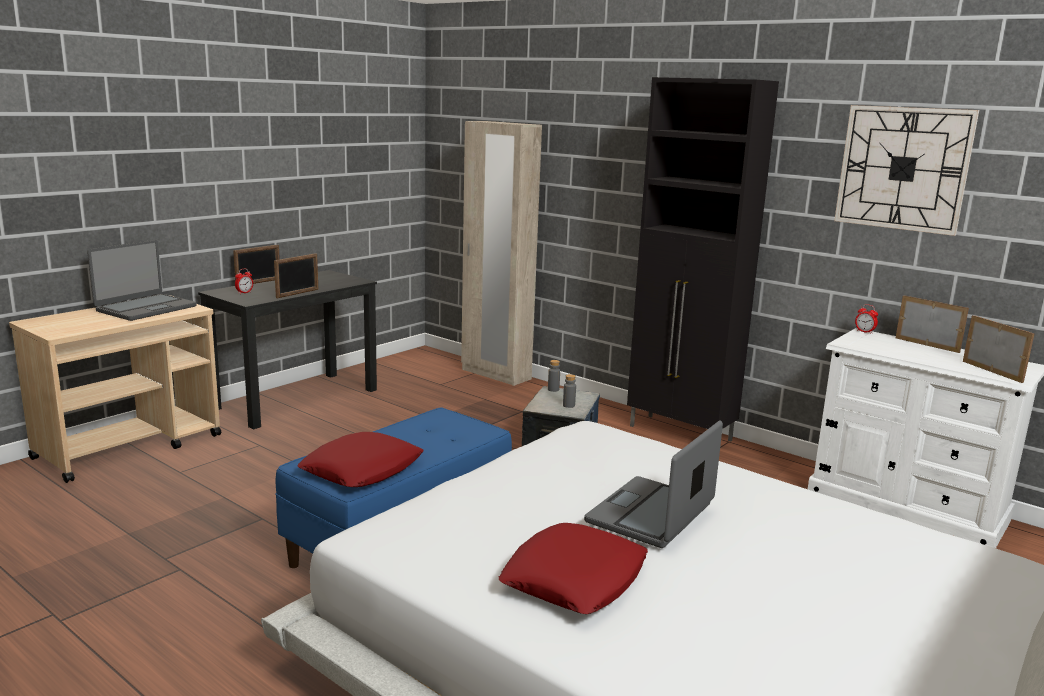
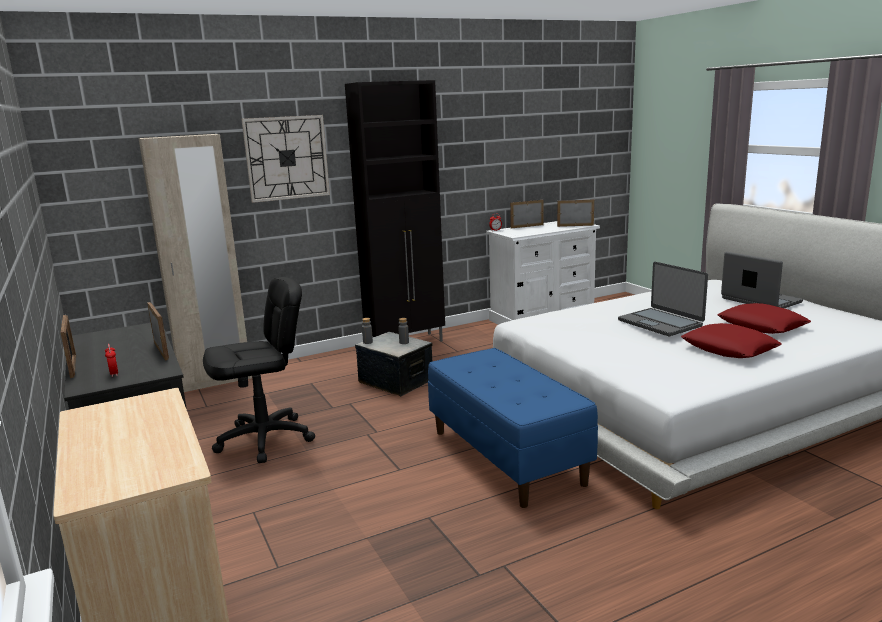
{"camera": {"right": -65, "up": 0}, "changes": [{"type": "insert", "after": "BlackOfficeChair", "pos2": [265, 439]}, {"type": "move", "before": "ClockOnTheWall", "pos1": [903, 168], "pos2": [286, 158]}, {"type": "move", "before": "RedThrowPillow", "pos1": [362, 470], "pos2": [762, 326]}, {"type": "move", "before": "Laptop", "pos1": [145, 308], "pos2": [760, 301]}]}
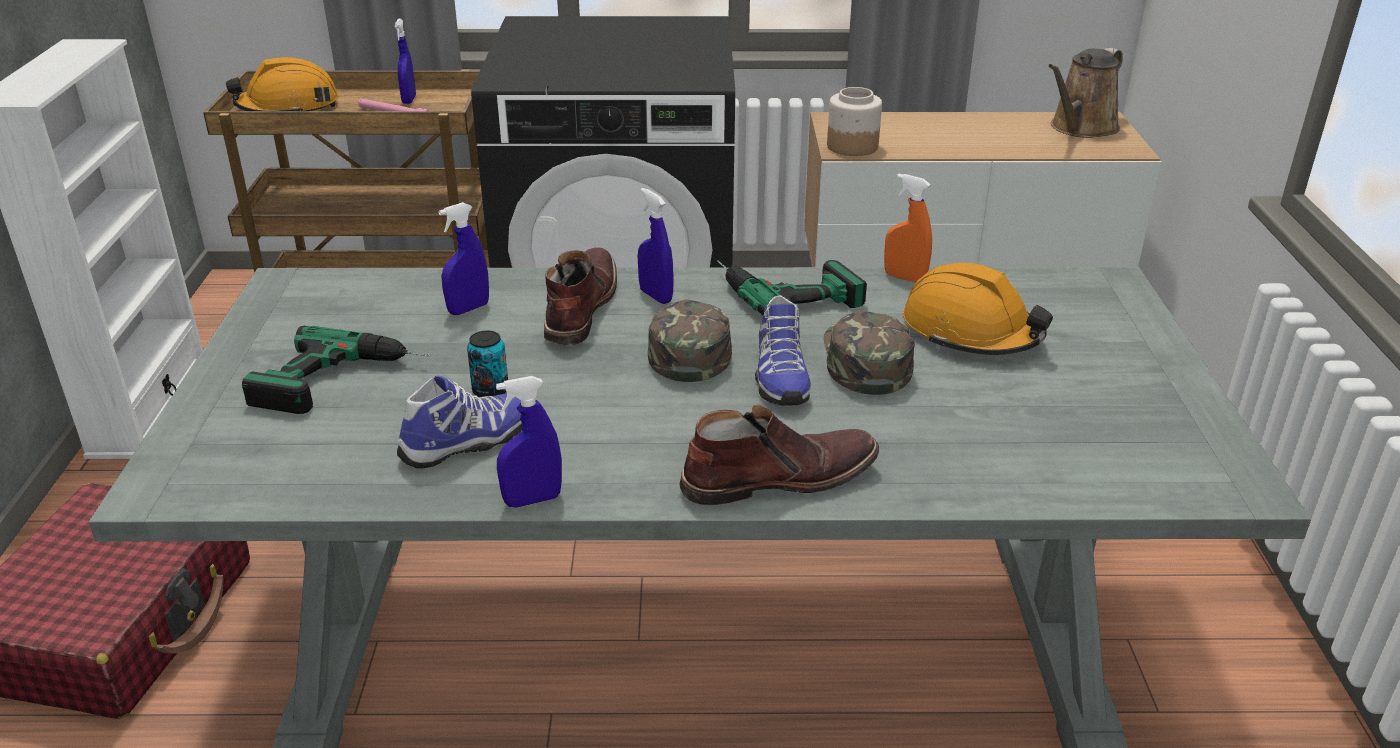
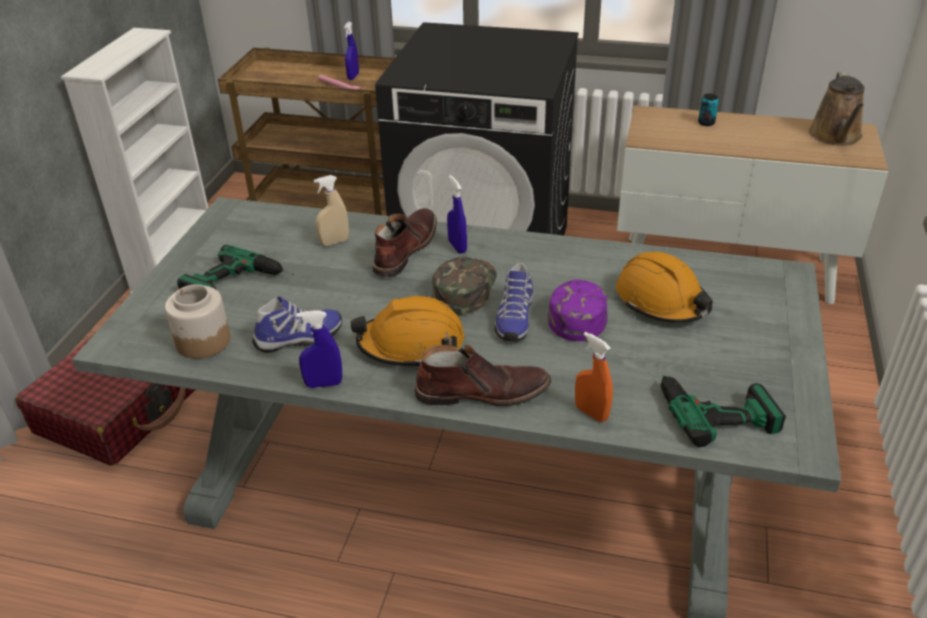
{"camera": {"right": 15, "up": 5}, "changes": [{"type": "move", "before": "PreserveJar", "pos1": [851, 146], "pos2": [203, 341]}, {"type": "recolor", "before": "BlueSprayBottle", "after": "BeigeColouredSprayBottle", "pos1": [468, 309], "pos2": [334, 242]}, {"type": "move", "before": "OrangeColouredWorkHelmet", "pos1": [288, 107], "pos2": [411, 344]}, {"type": "recolor", "before": "GreenBaseballCap", "after": "PurplishBaseballCap", "pos1": [864, 359], "pos2": [577, 312]}, {"type": "move", "before": "OrangeColouredSprayBottle", "pos1": [904, 278], "pos2": [591, 413]}, {"type": "move", "before": "Drill", "pos1": [784, 290], "pos2": [710, 403]}, {"type": "move", "before": "SealedCan", "pos1": [490, 391], "pos2": [706, 123]}, {"type": "rotate", "before": "BrownishWateringPot", "pos1": [1080, 128], "pos2": [836, 137], "turn": -45}]}
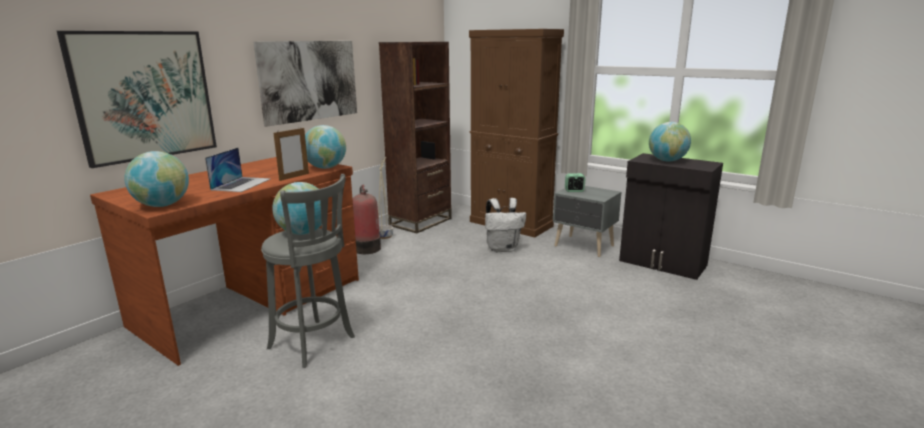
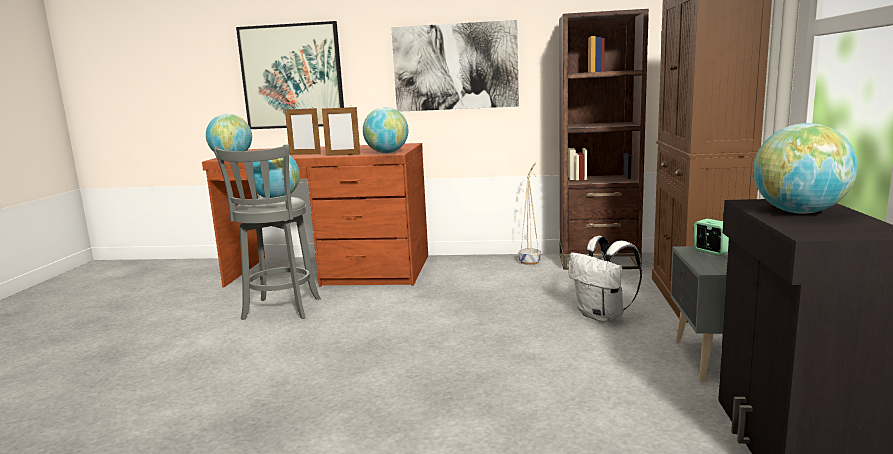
{"camera": {"right": 60, "up": -5}, "changes": [{"type": "replace", "before": "Laptop", "after": "StandingFrame", "pos1": [241, 184], "pos2": [305, 154]}, {"type": "delete", "before": "FireExtinguisher", "pos1": [367, 248]}]}
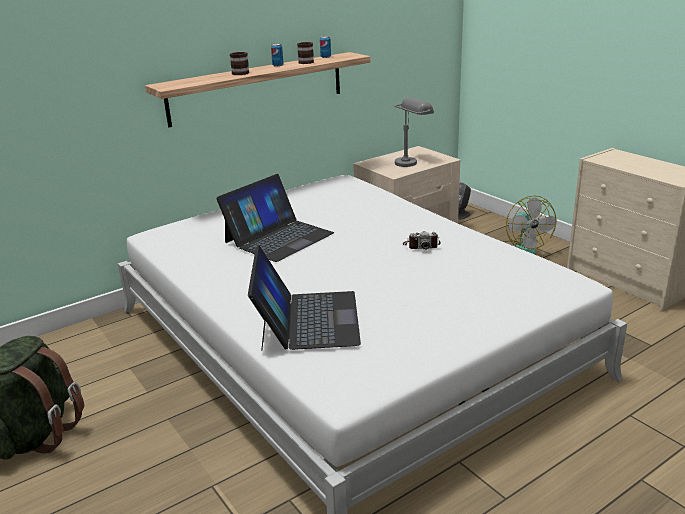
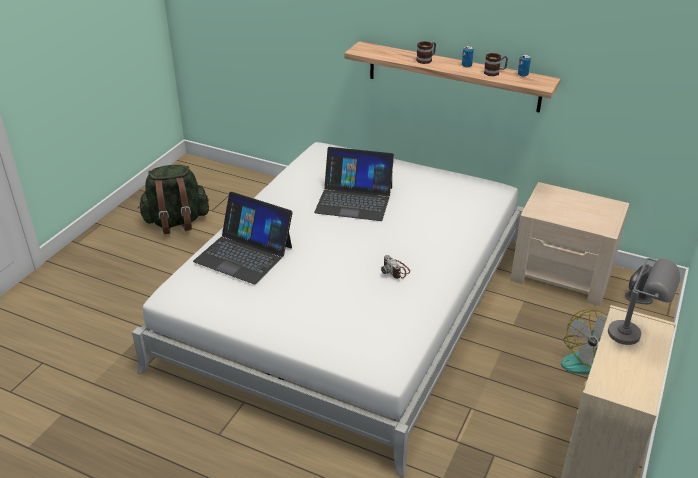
{"camera": {"right": 60, "up": 10}, "changes": [{"type": "rotate", "before": "Laptop", "pos1": [307, 320], "pos2": [244, 254], "turn": 60}, {"type": "move", "before": "GrayLampForATable", "pos1": [411, 161], "pos2": [635, 337]}]}
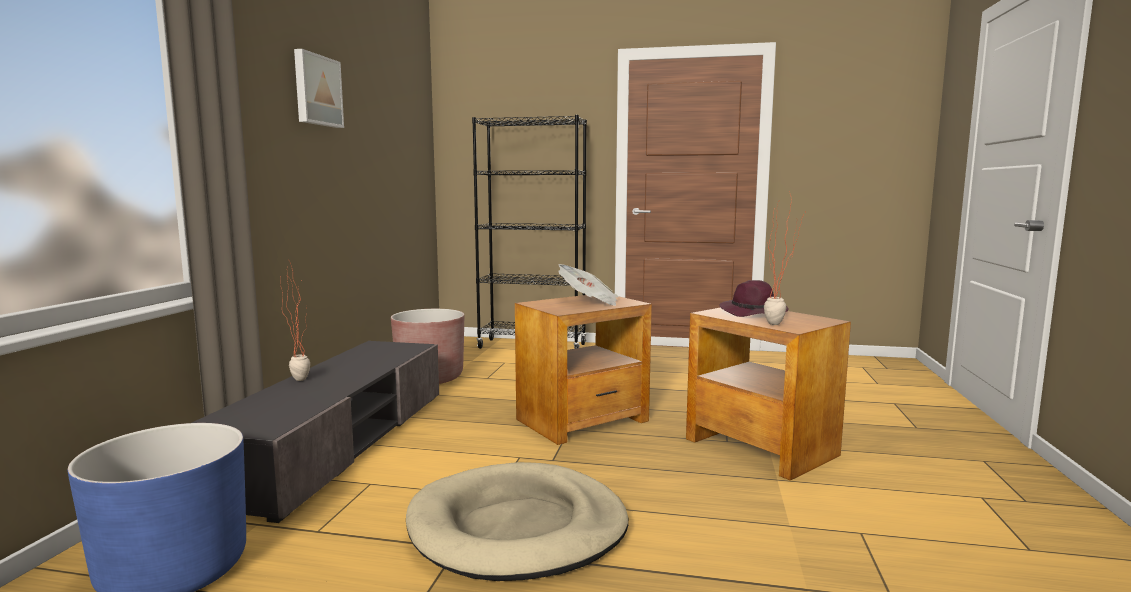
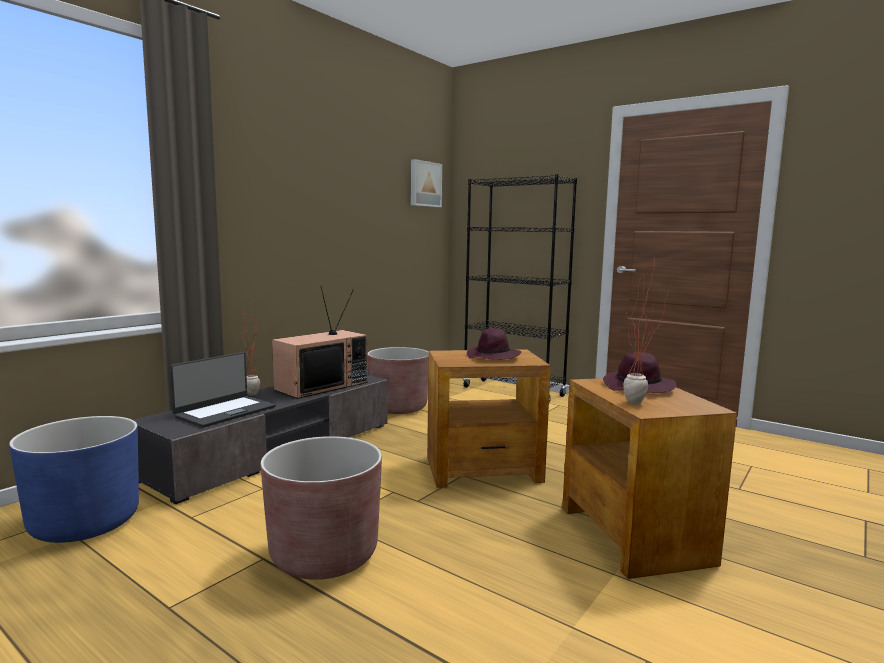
{"camera": {"right": 25, "up": 0}, "changes": [{"type": "insert", "after": "Laptop", "pos2": [225, 411]}, {"type": "replace", "before": "BeigeColouredDogBed", "after": "BrownishPlanter", "pos1": [518, 528], "pos2": [324, 555]}, {"type": "insert", "after": "Television", "pos2": [322, 385]}, {"type": "move", "before": "WallPicture", "pos1": [316, 90], "pos2": [424, 184]}, {"type": "replace", "before": "Newspaper", "after": "PurplishWearableHat", "pos1": [589, 302], "pos2": [493, 357]}]}
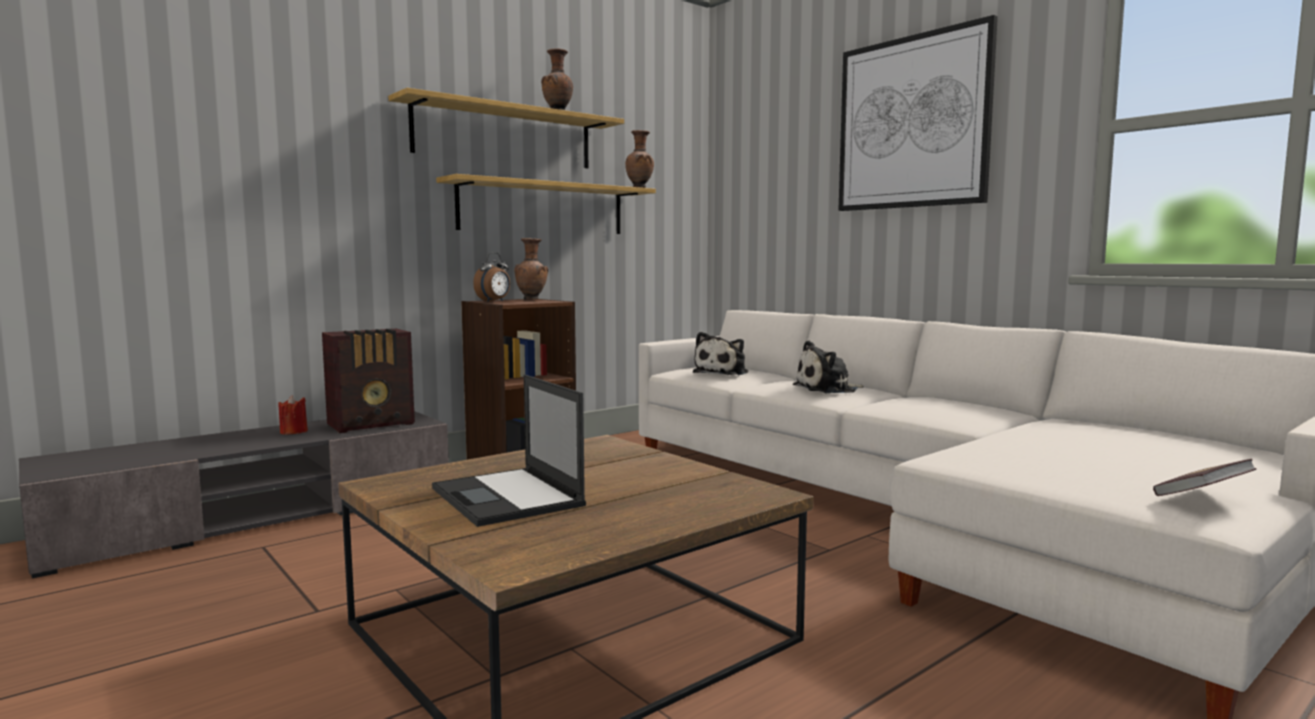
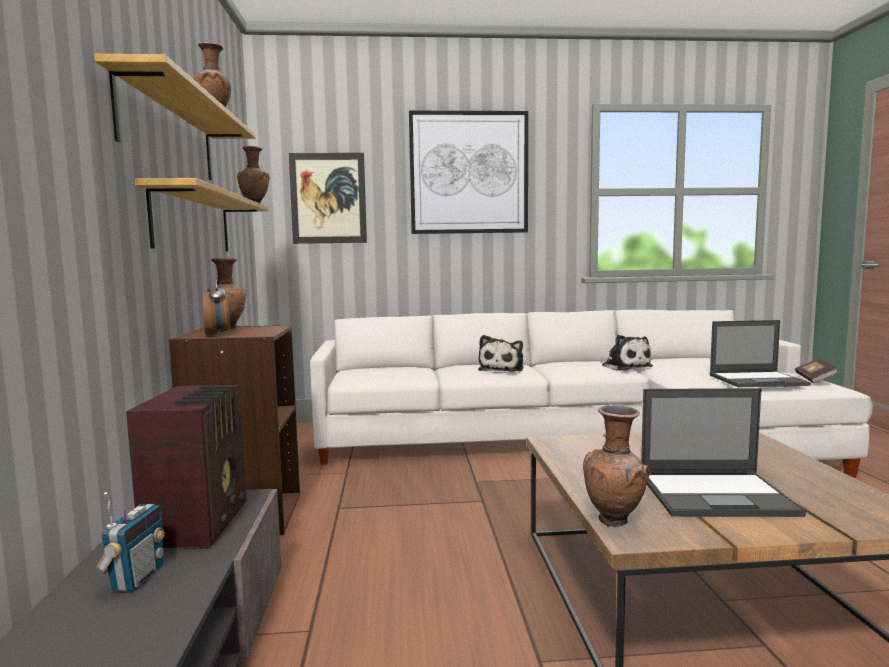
{"camera": {"right": -55, "up": 0}, "changes": [{"type": "replace", "before": "RedCandle", "after": "RadioSet", "pos1": [294, 432], "pos2": [137, 578]}, {"type": "insert", "after": "WallPicture", "pos2": [328, 198]}, {"type": "insert", "after": "BrownishDecorativeVase", "pos2": [615, 521]}, {"type": "move", "before": "PlushToy", "pos1": [723, 373], "pos2": [625, 366]}, {"type": "insert", "after": "Laptop", "pos2": [758, 380]}]}
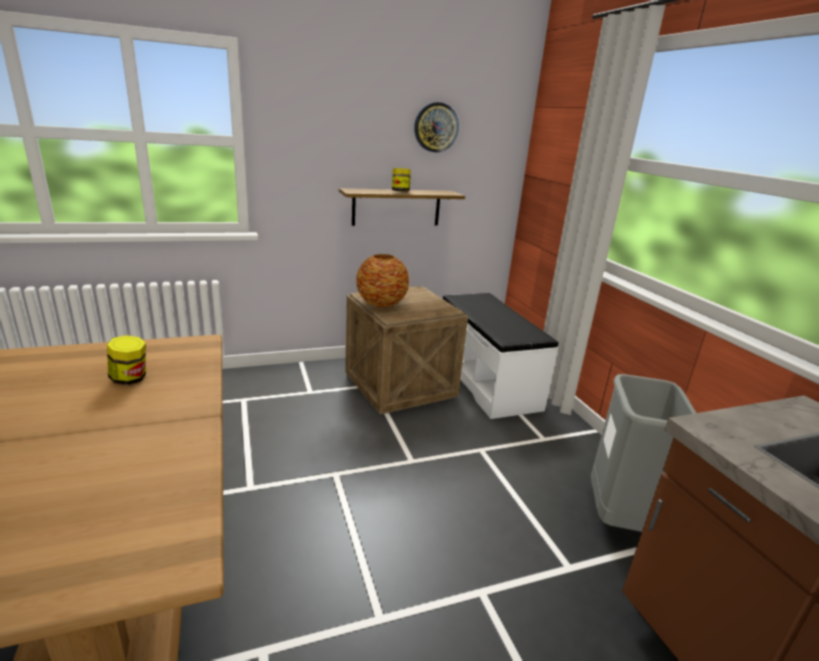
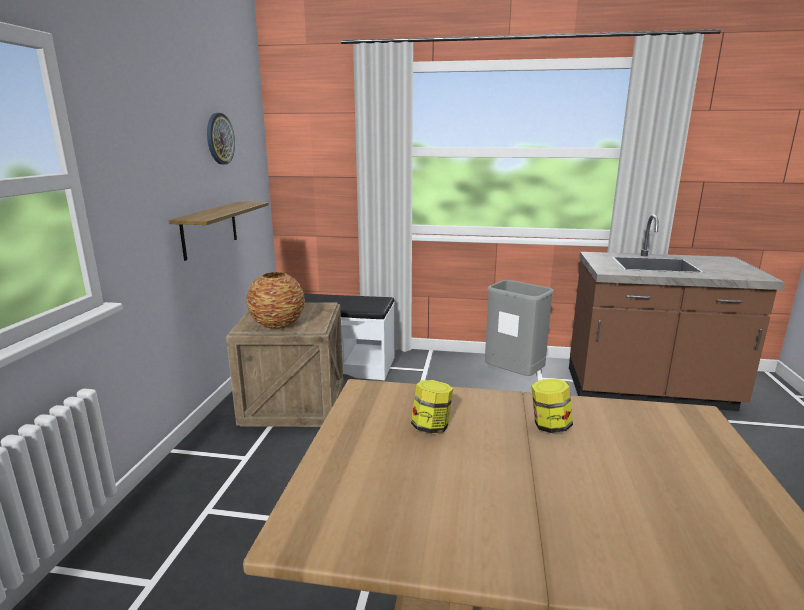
{"camera": {"right": -60, "up": -5}, "changes": [{"type": "move", "before": "PreserveJar", "pos1": [400, 191], "pos2": [549, 426]}]}
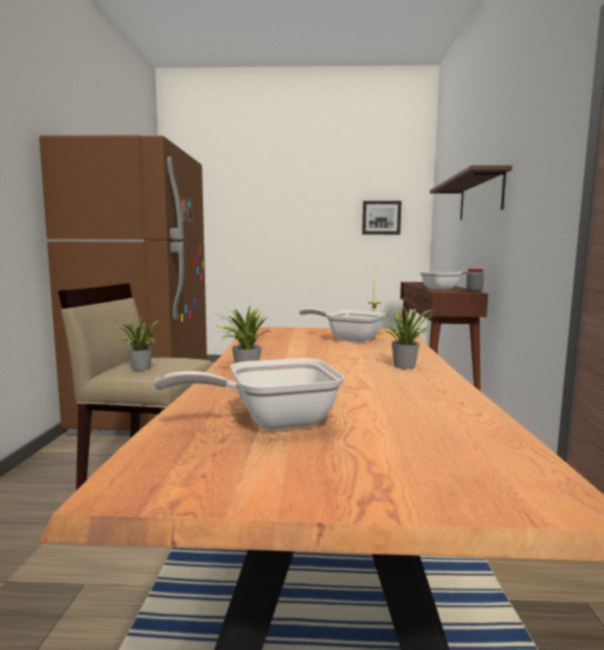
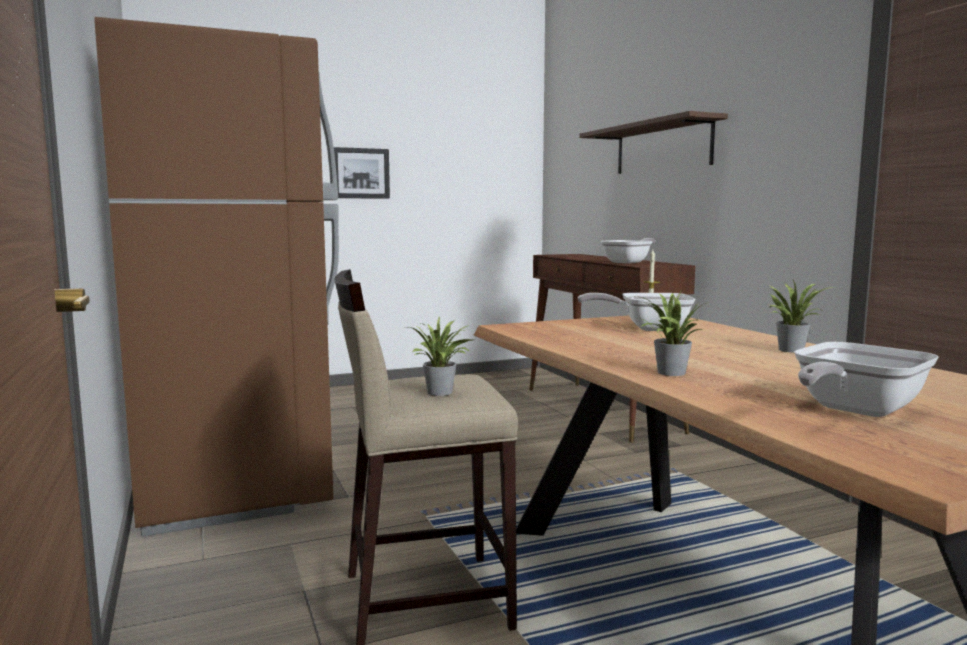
{"camera": {"right": -25, "up": 0}, "changes": [{"type": "move", "before": "WallPicture", "pos1": [381, 217], "pos2": [360, 173]}, {"type": "delete", "before": "PreserveJar", "pos1": [474, 292]}]}
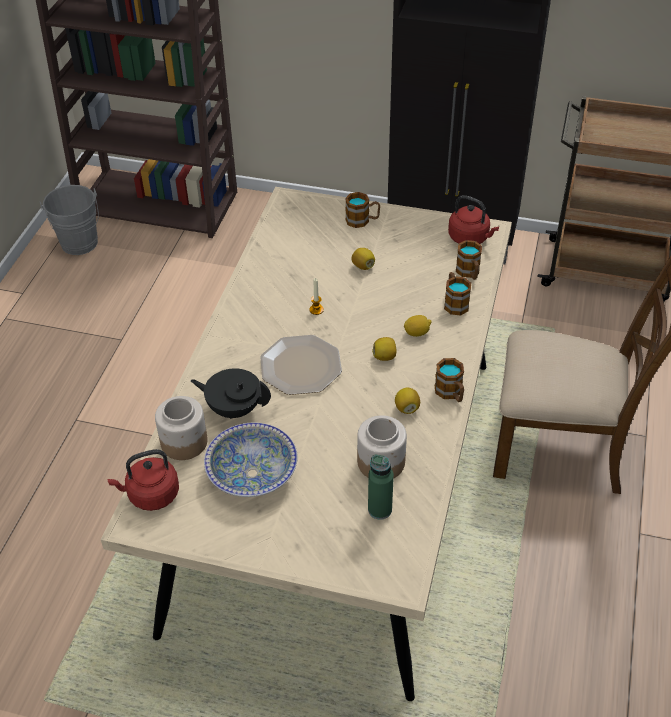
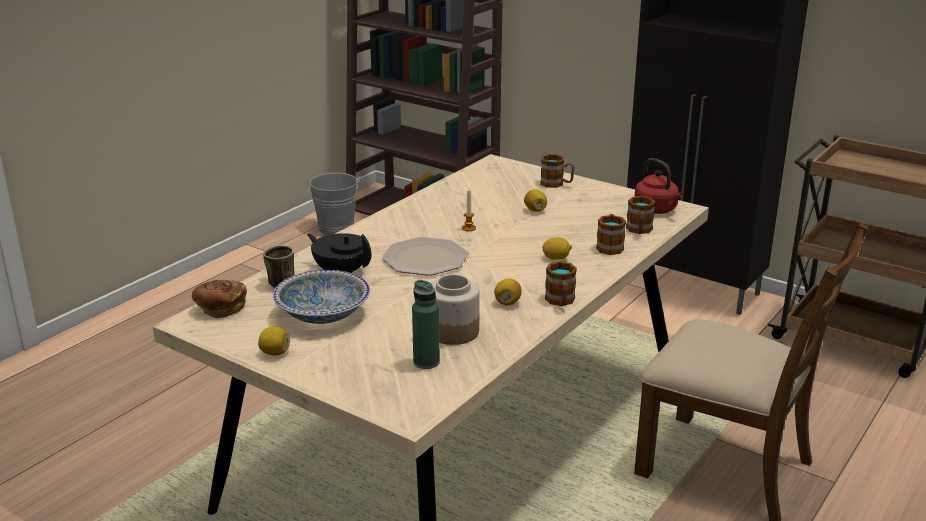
{"camera": {"right": 20, "up": -20}, "changes": [{"type": "replace", "before": "RedWaterKettle", "after": "BakeryBread", "pos1": [151, 495], "pos2": [220, 308]}, {"type": "move", "before": "WholeLemon", "pos1": [385, 357], "pos2": [275, 353]}, {"type": "replace", "before": "PreserveJar", "after": "CoffeeMug", "pos1": [183, 442], "pos2": [277, 283]}]}
